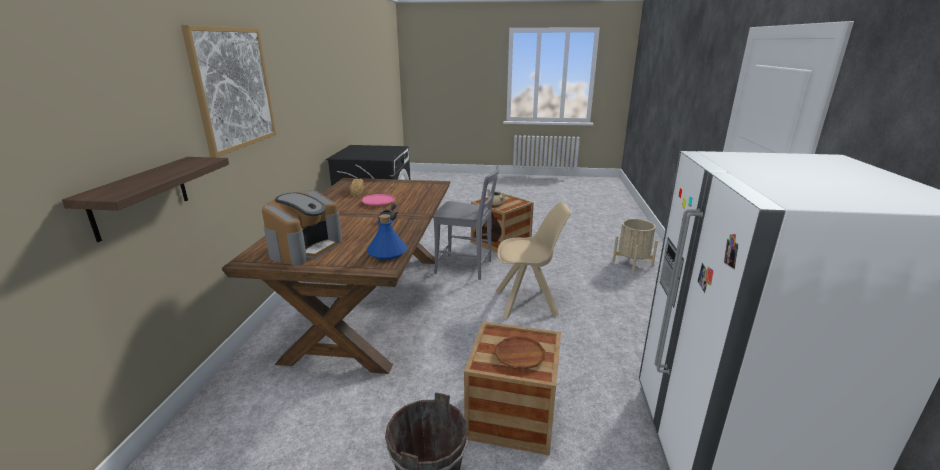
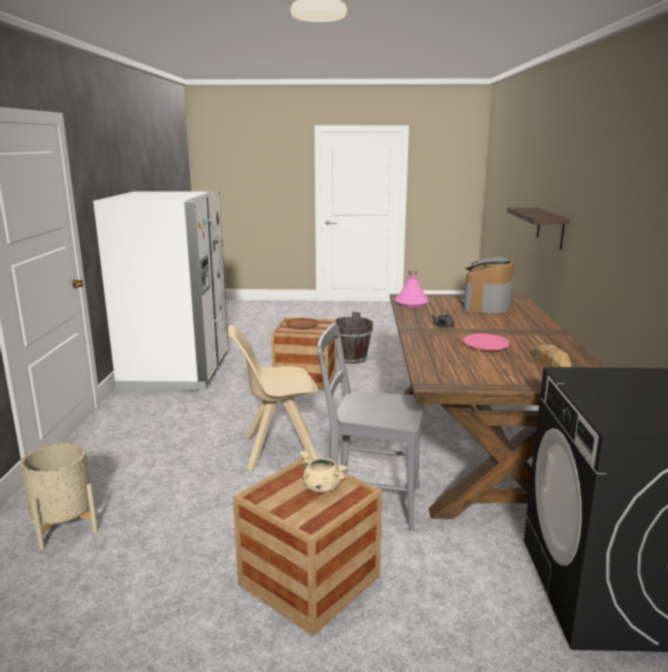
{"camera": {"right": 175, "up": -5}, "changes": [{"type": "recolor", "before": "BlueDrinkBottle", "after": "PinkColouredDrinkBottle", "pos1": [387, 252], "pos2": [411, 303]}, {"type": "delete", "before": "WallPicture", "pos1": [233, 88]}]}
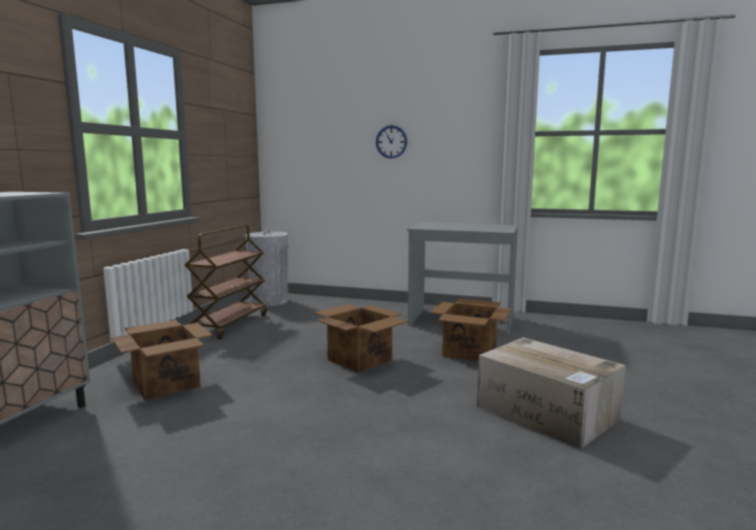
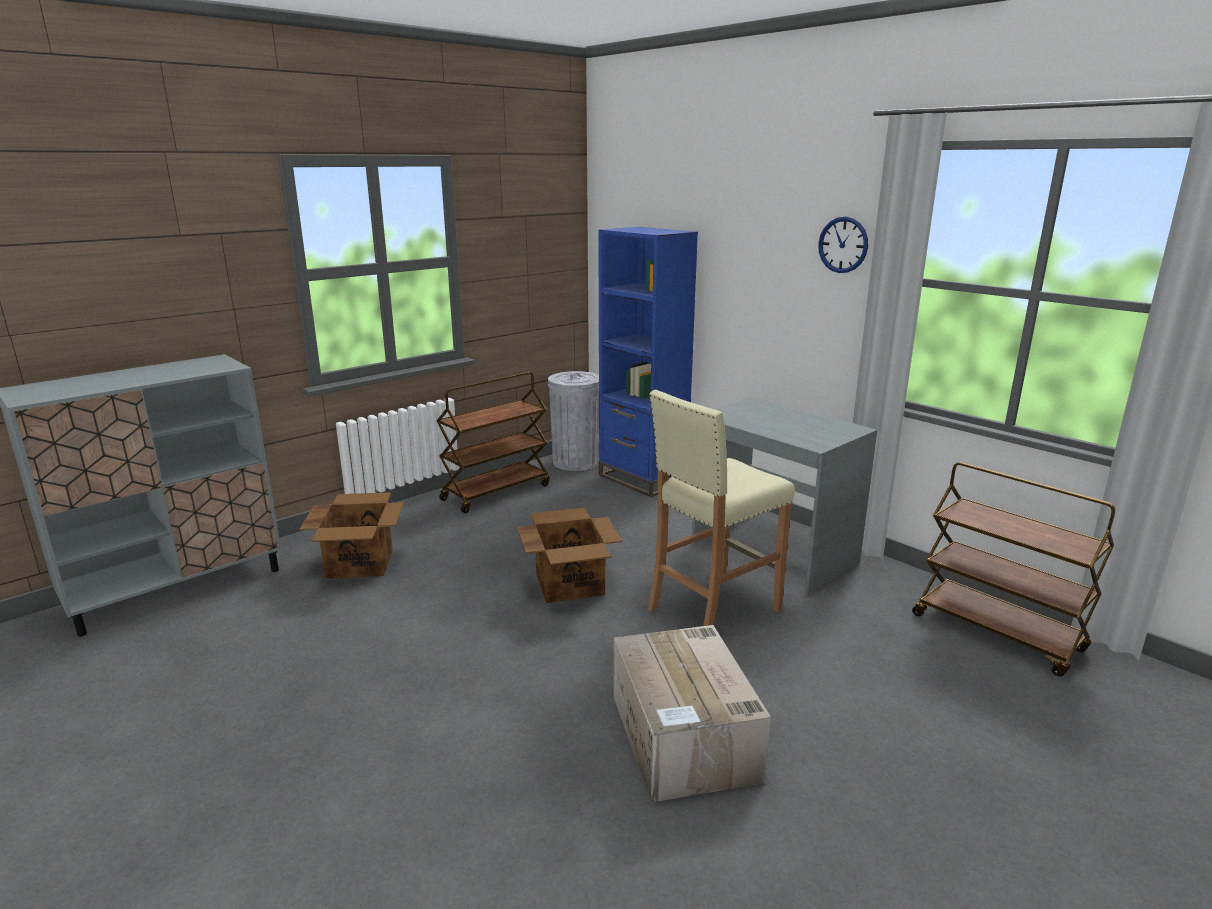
{"camera": {"right": 30, "up": 10}, "changes": [{"type": "insert", "after": "BlueShelvingUnit", "pos2": [642, 479]}, {"type": "replace", "before": "PackingBox", "after": "BeigeColouredStool", "pos1": [469, 352], "pos2": [712, 610]}, {"type": "move", "before": "ClockOnTheWall", "pos1": [391, 141], "pos2": [843, 245]}, {"type": "insert", "after": "BrownishWheeledCart", "pos2": [998, 633]}]}
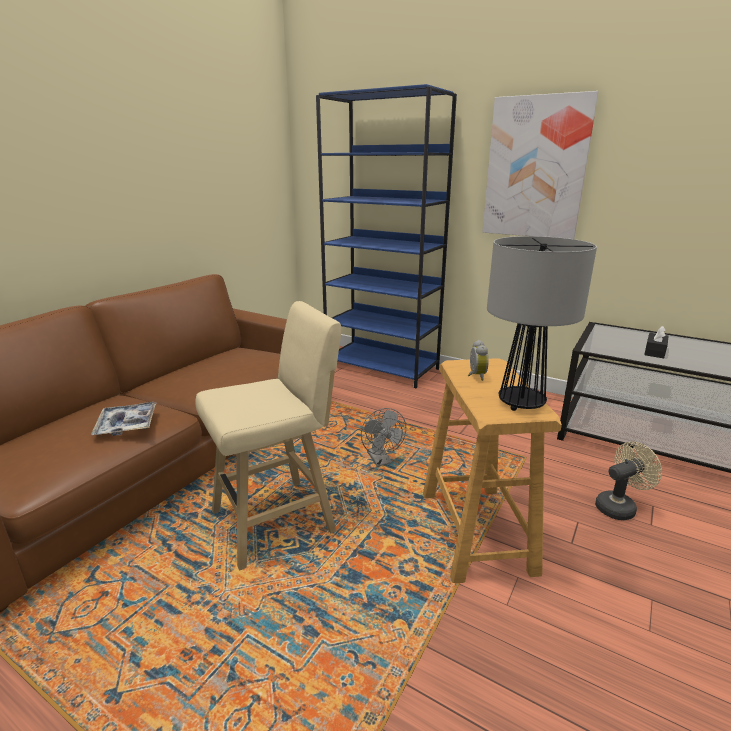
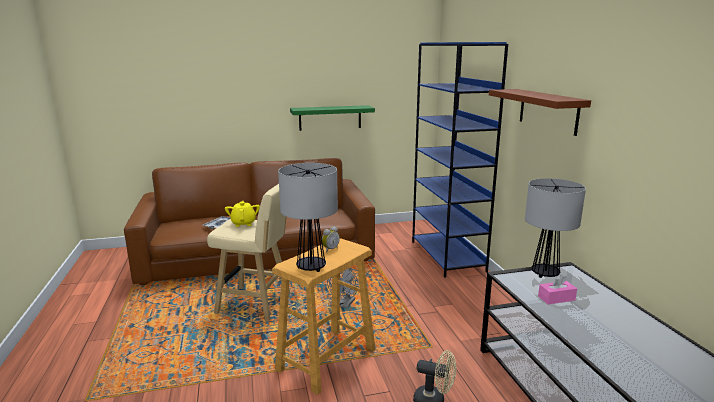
{"camera": {"right": 45, "up": -5}, "changes": [{"type": "insert", "after": "YellowishTeaPot", "pos2": [243, 223]}, {"type": "insert", "after": "GreenWallShelf", "pos2": [330, 117]}, {"type": "replace", "before": "WallPicture", "after": "BrownishWallShelf", "pos1": [535, 168], "pos2": [548, 111]}, {"type": "insert", "after": "LampForATable", "pos2": [544, 273]}, {"type": "recolor", "before": "BlackBoxOfTissues", "after": "PinkColouredBoxOfTissues", "pos1": [654, 351], "pos2": [556, 298]}]}
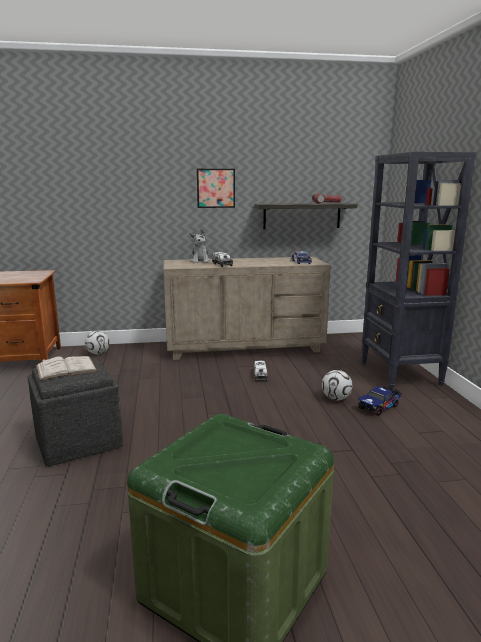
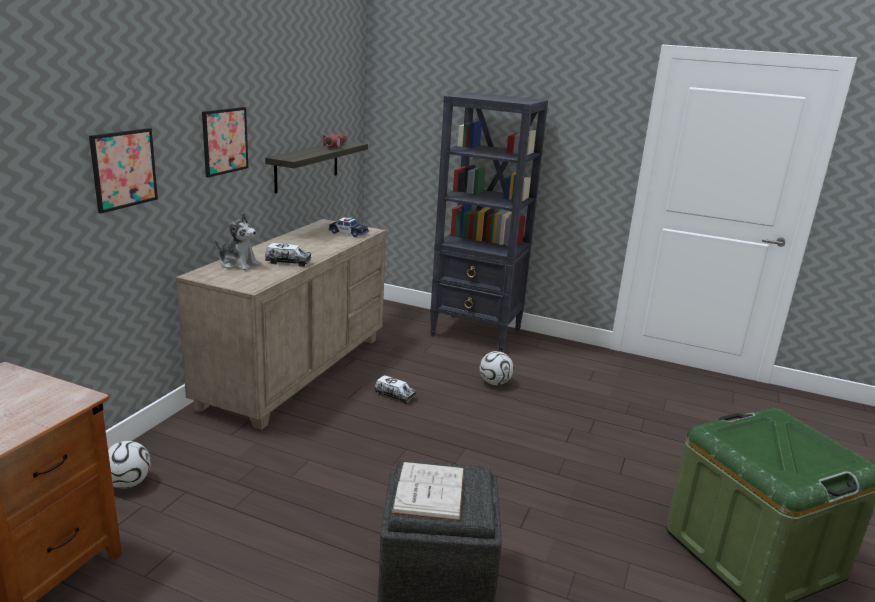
{"camera": {"right": -60, "up": 5}, "changes": [{"type": "insert", "after": "WallPicture", "pos2": [124, 169]}, {"type": "delete", "before": "ToyTruck", "pos1": [380, 406]}]}
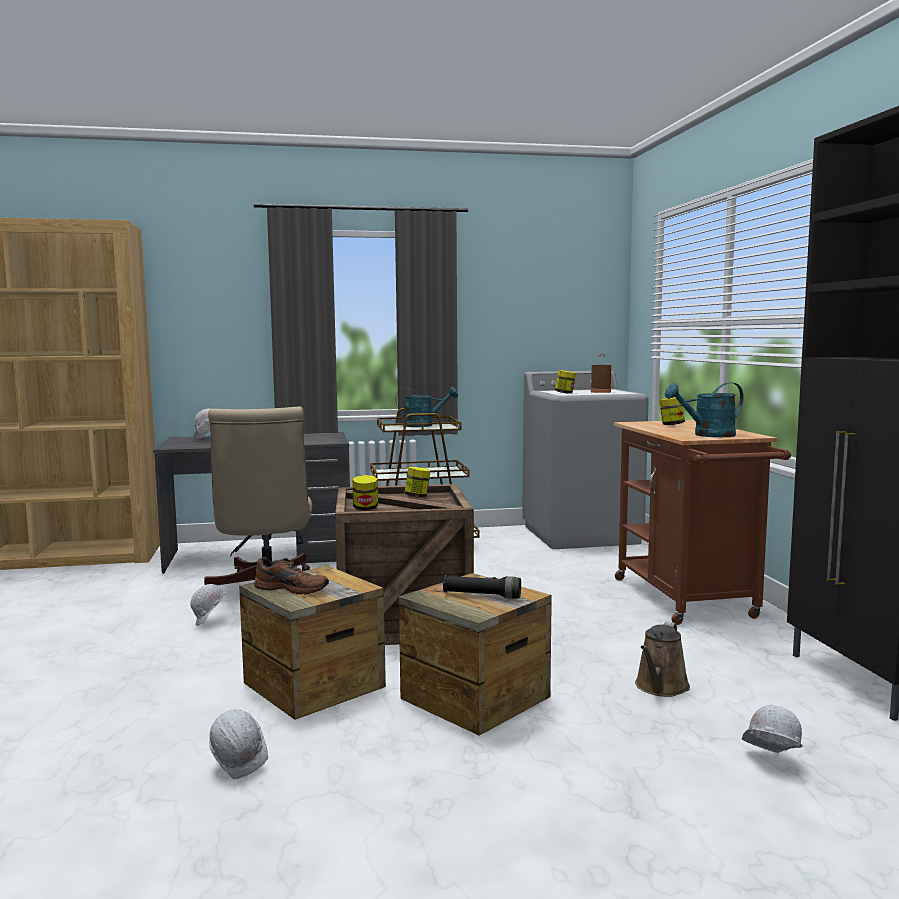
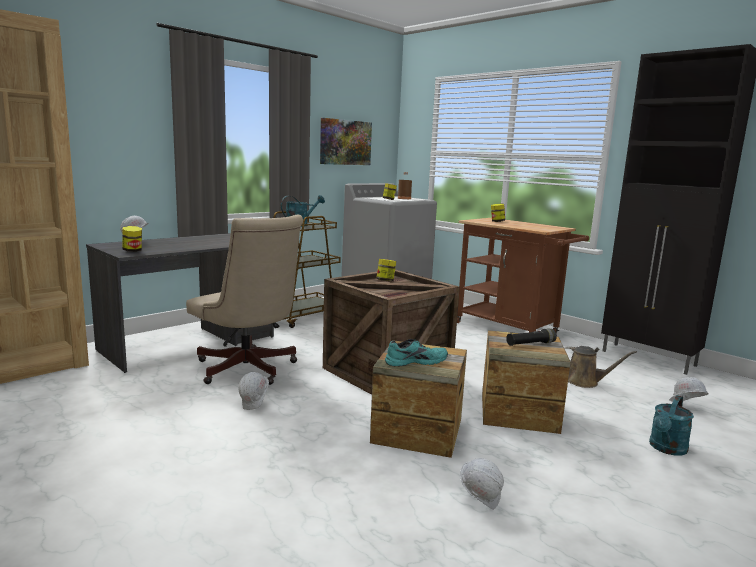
{"camera": {"right": -35, "up": 5}, "changes": [{"type": "move", "before": "PreserveJar", "pos1": [365, 508], "pos2": [133, 250]}, {"type": "insert", "after": "WallPicture", "pos2": [345, 142]}, {"type": "recolor", "before": "BrownishItemOfFootwear", "after": "BlueGreenItemOfFootwear", "pos1": [292, 588], "pos2": [415, 361]}, {"type": "rotate", "before": "BrownishWateringPot", "pos1": [660, 687], "pos2": [585, 382], "turn": -60}, {"type": "move", "before": "BlueGreenWateringPot", "pos1": [707, 435], "pos2": [666, 449]}]}
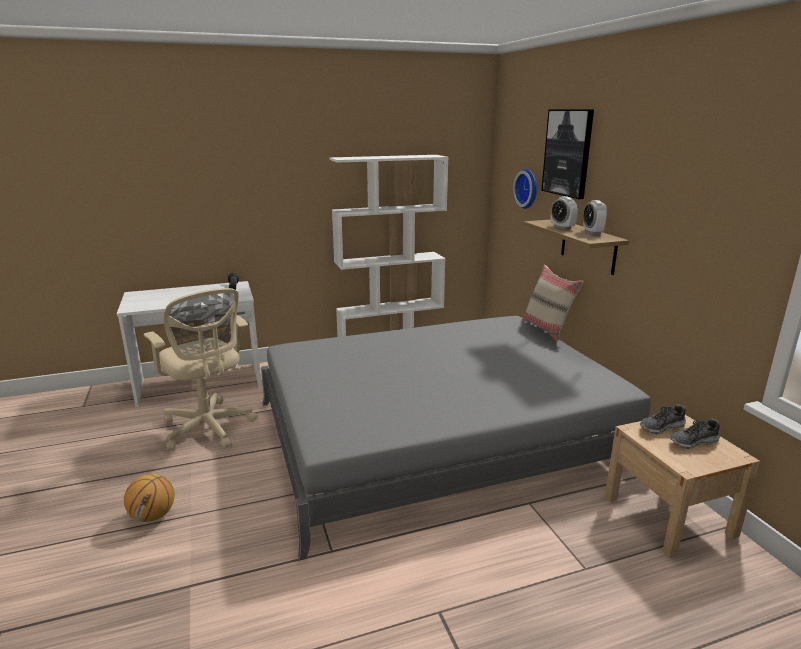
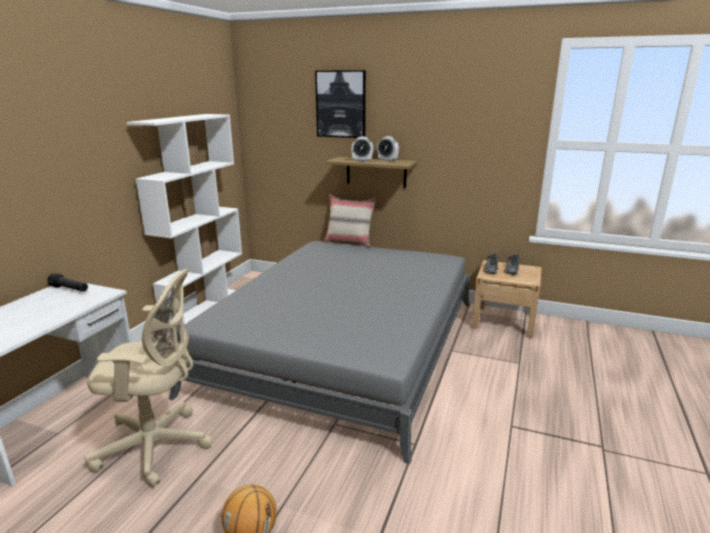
{"camera": {"right": -50, "up": 0}, "changes": [{"type": "delete", "before": "ClockOnTheWall", "pos1": [528, 188]}]}
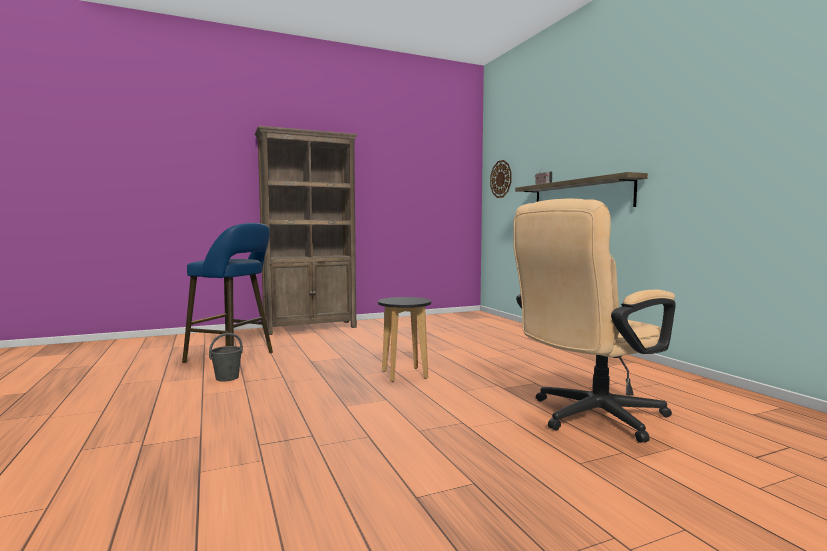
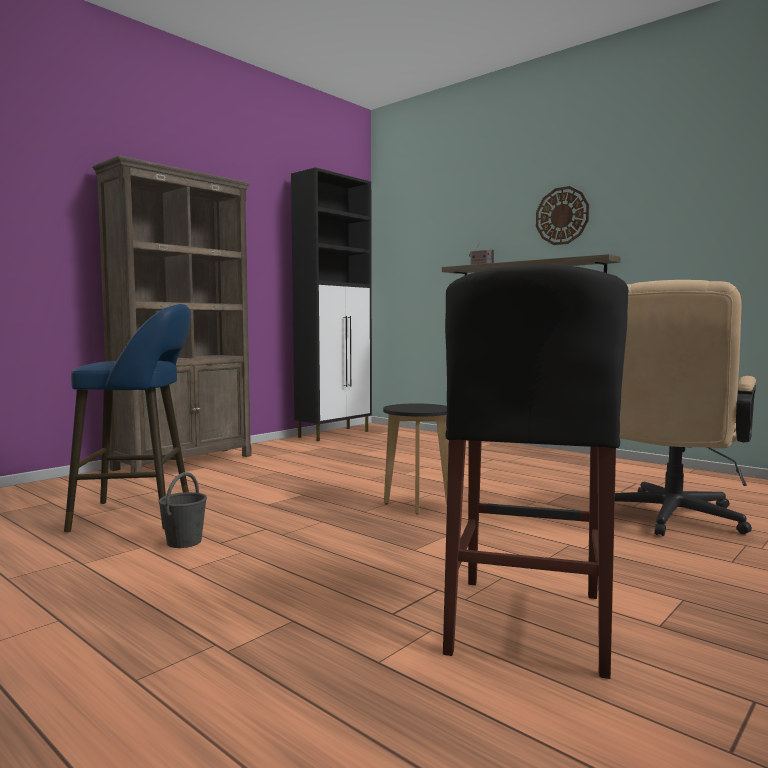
{"camera": {"right": -25, "up": 0}, "changes": [{"type": "insert", "after": "BlackCupboard", "pos2": [335, 434]}, {"type": "insert", "after": "BlackStool", "pos2": [527, 622]}, {"type": "move", "before": "ClockOnTheWall", "pos1": [501, 179], "pos2": [562, 216]}]}
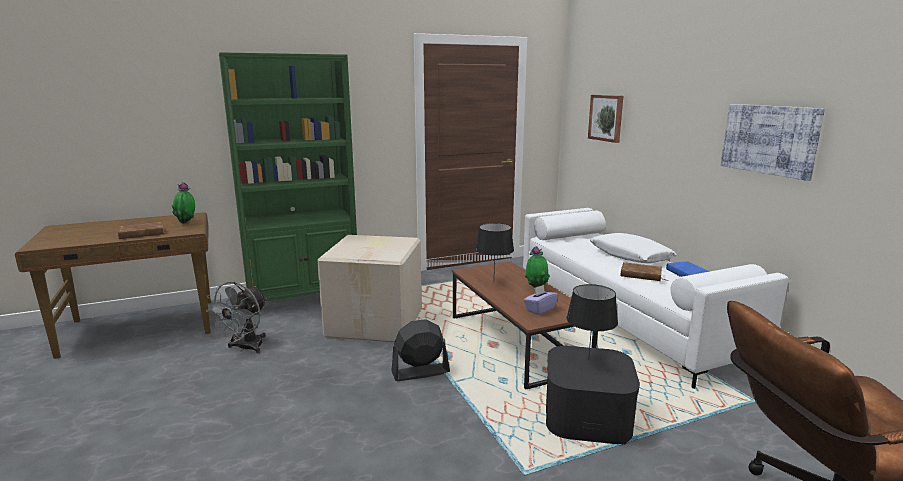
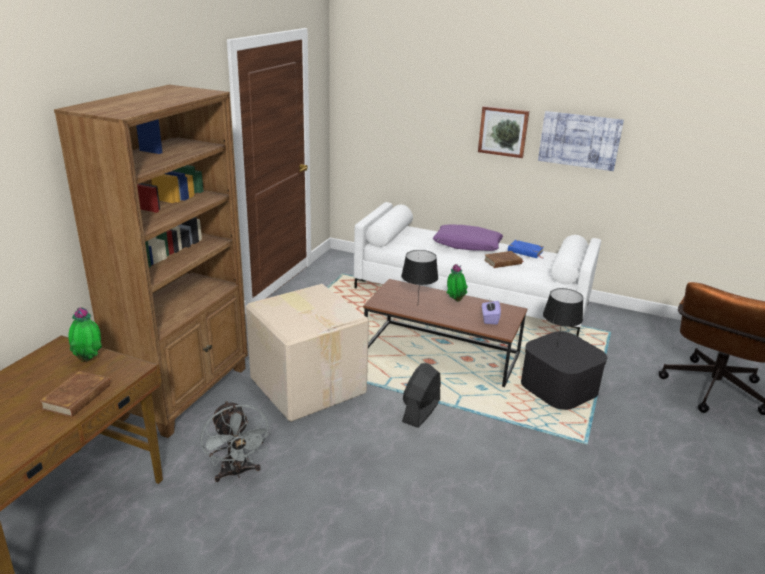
{"camera": {"right": -45, "up": 10}, "changes": [{"type": "recolor", "before": "GreenShelvingUnit", "after": "BrownishShelvingUnit", "pos1": [304, 298], "pos2": [186, 392]}, {"type": "recolor", "before": "WhitishThrowPillow", "after": "PurplishThrowPillow", "pos1": [630, 256], "pos2": [467, 245]}, {"type": "move", "before": "WallPicture", "pos1": [606, 118], "pos2": [503, 131]}]}
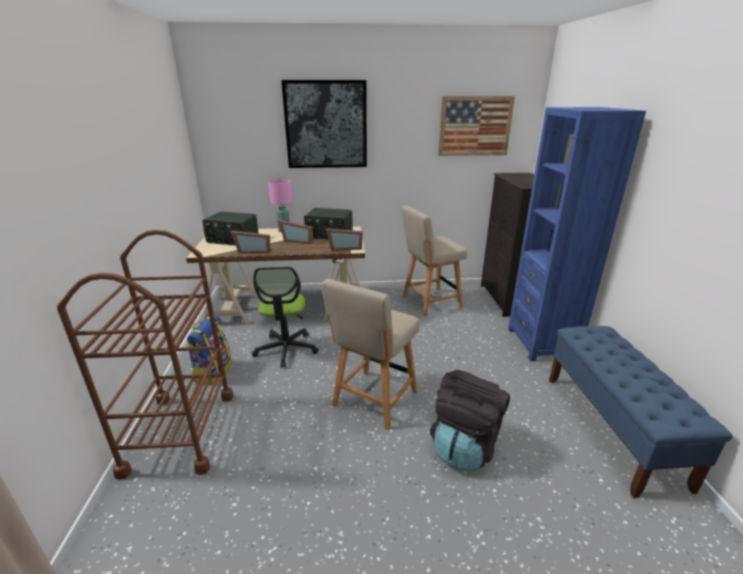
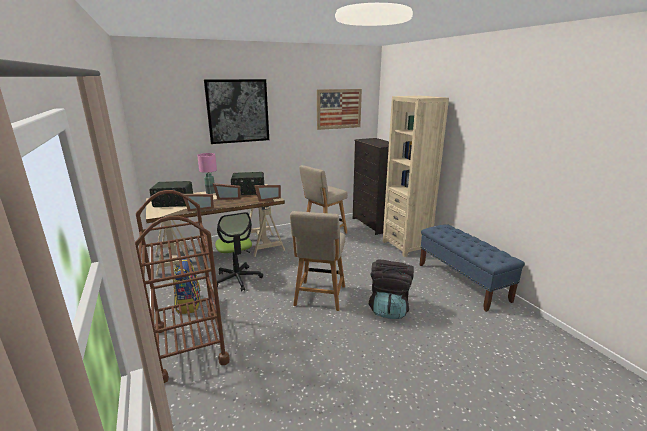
{"camera": {"right": -20, "up": -5}, "changes": [{"type": "recolor", "before": "BlueShelvingUnit", "after": "BeigeColouredShelvingUnit", "pos1": [541, 343], "pos2": [406, 246]}]}
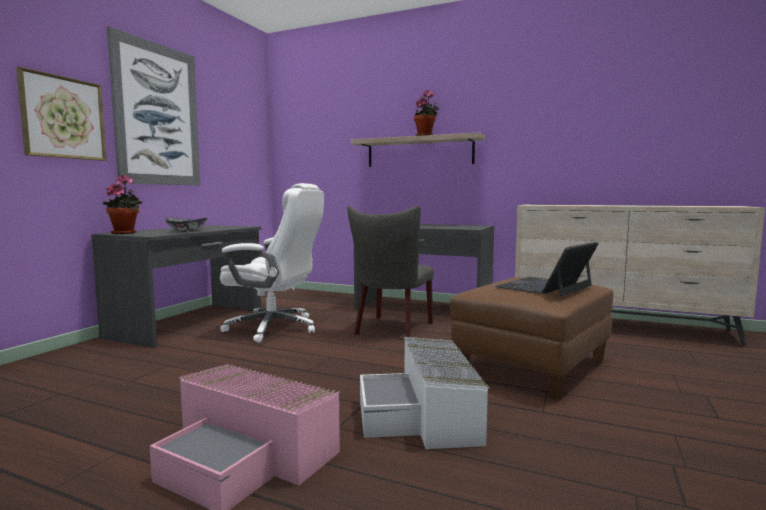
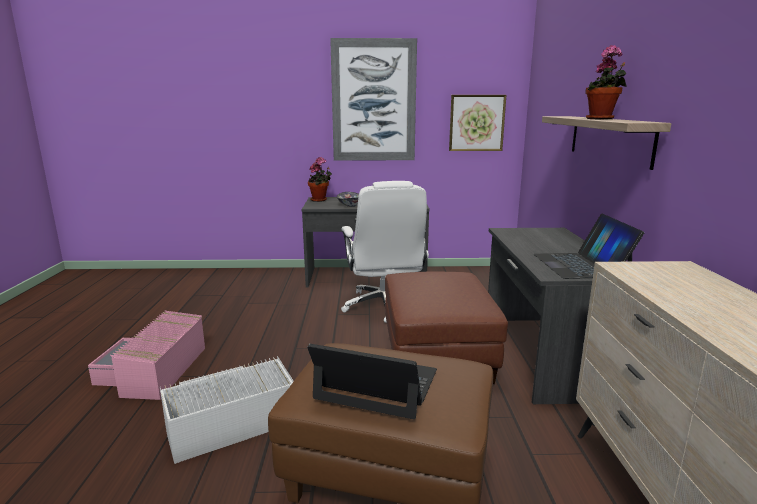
{"camera": {"right": 65, "up": 10}, "changes": [{"type": "replace", "before": "GrayPlainChair", "after": "BrownishOttoman", "pos1": [391, 329], "pos2": [436, 355]}, {"type": "move", "before": "WallPicture", "pos1": [63, 118], "pos2": [476, 123]}, {"type": "insert", "after": "Laptop", "pos2": [581, 265]}]}
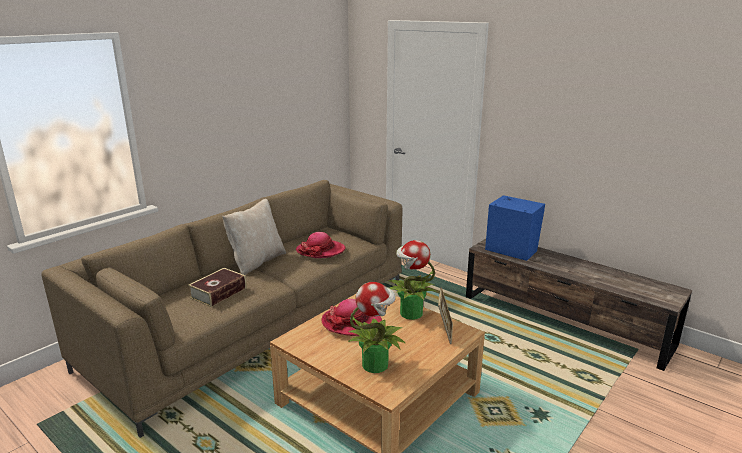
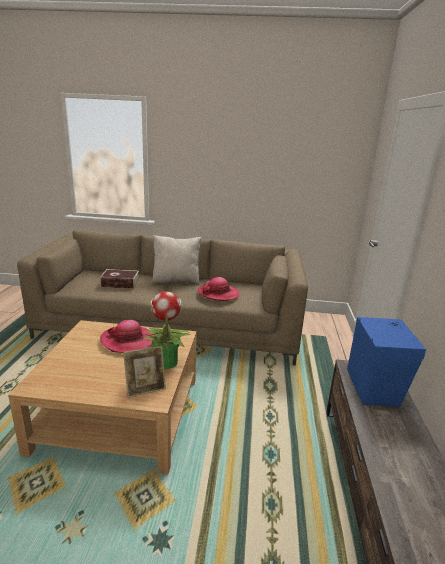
{"camera": {"right": 55, "up": 0}, "changes": [{"type": "delete", "before": "PottedPlant", "pos1": [376, 364]}]}
